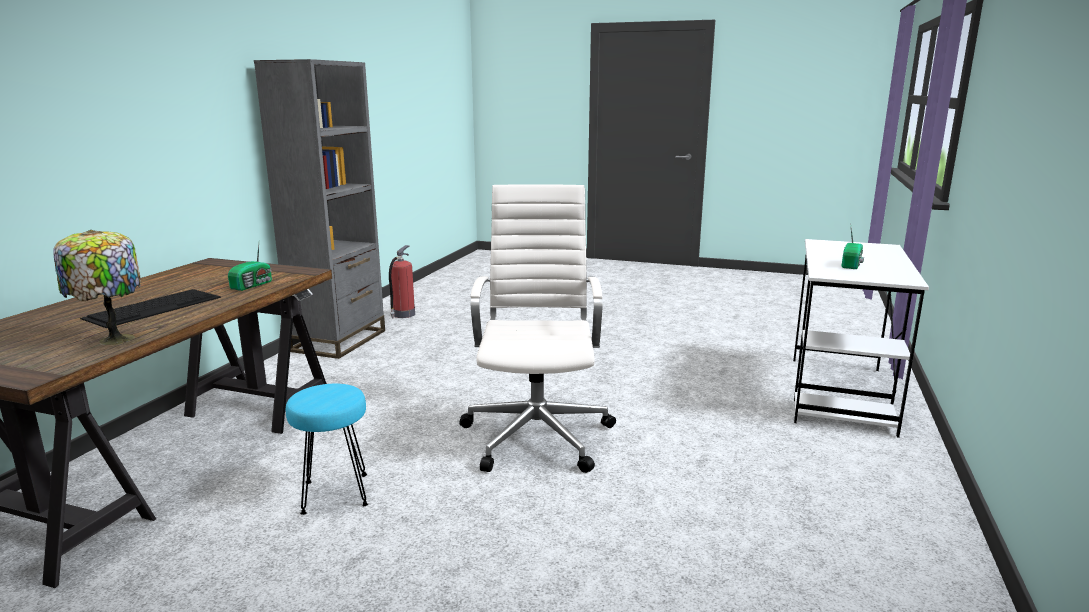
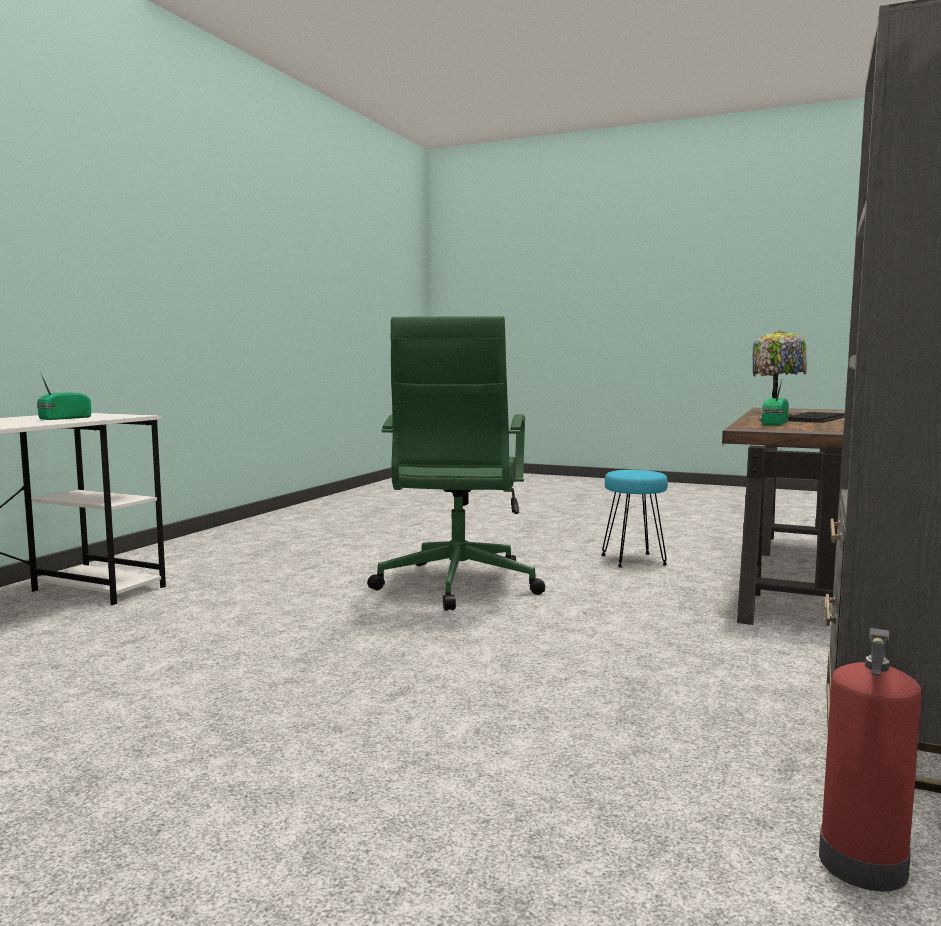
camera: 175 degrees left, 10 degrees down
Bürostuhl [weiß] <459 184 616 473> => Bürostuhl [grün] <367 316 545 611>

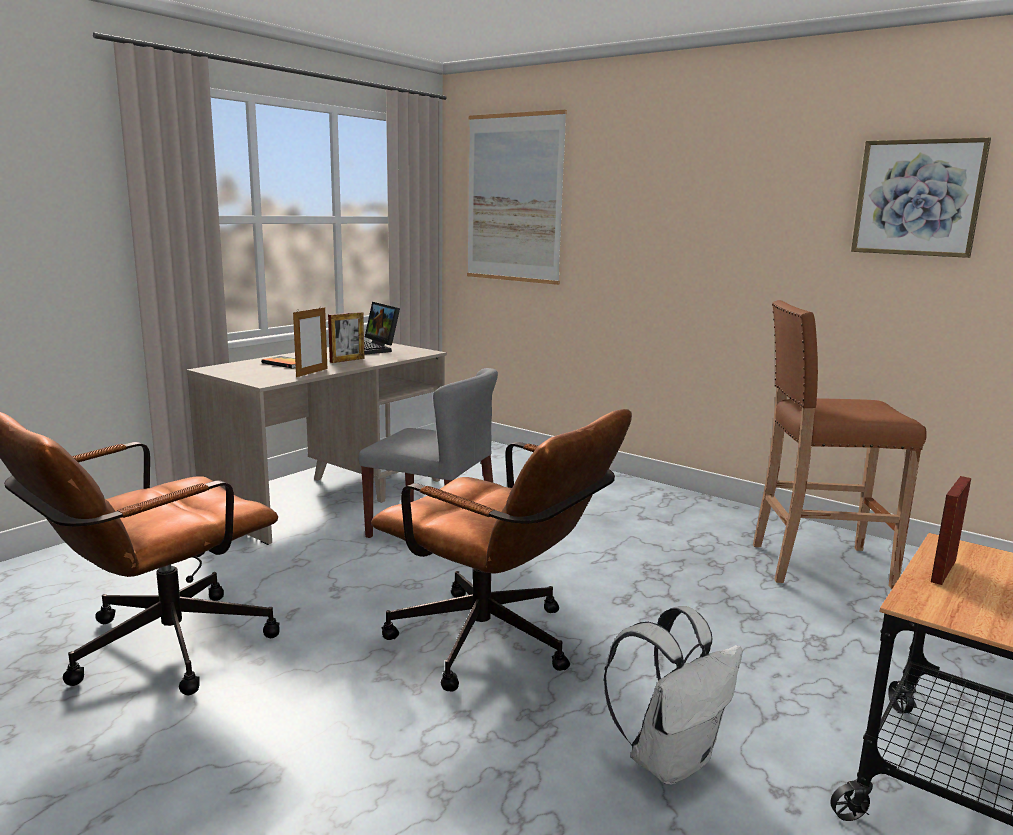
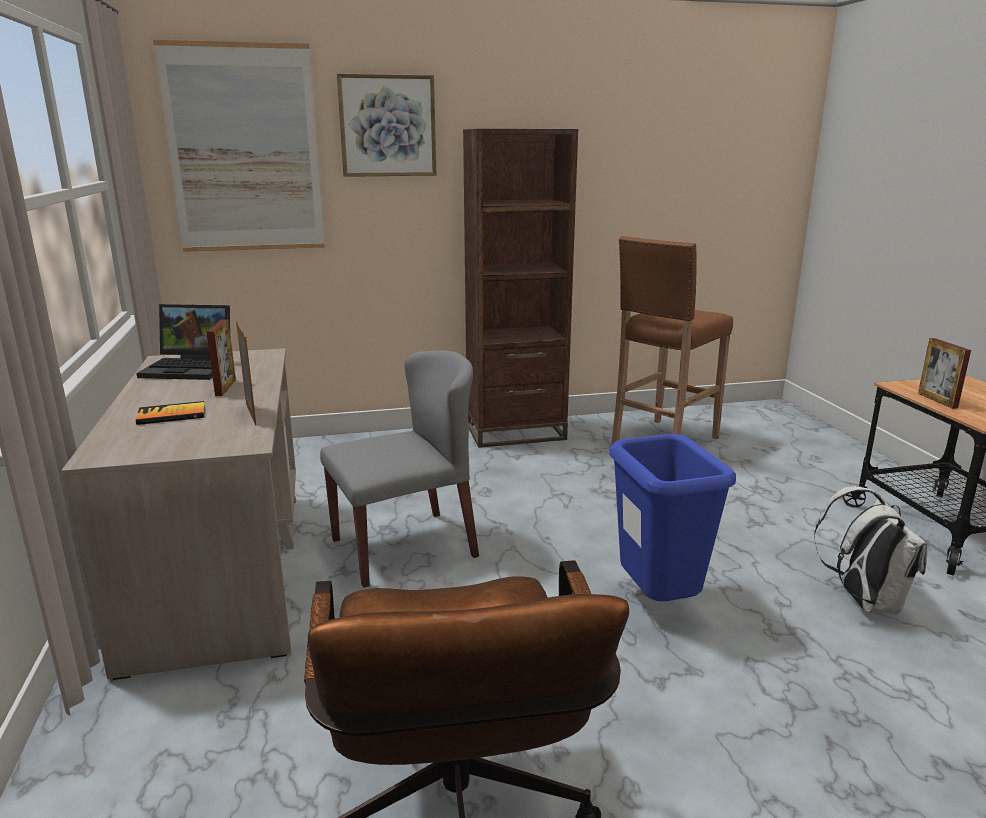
camera: 50 degrees left, 5 degrees up
Bild <851 137 991 258> => Bild <337 74 436 177>, relocated
Bürostuhl [braun] <371 409 632 692> => Mülleimer [blau] <609 434 736 601>
nothing => Bücherregal [braun] <463 129 578 448>

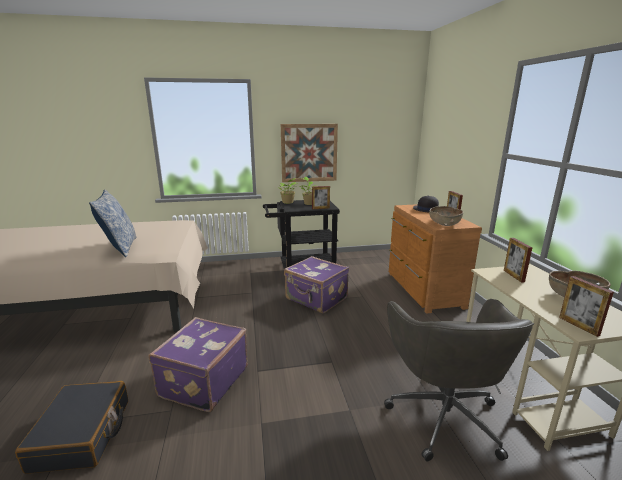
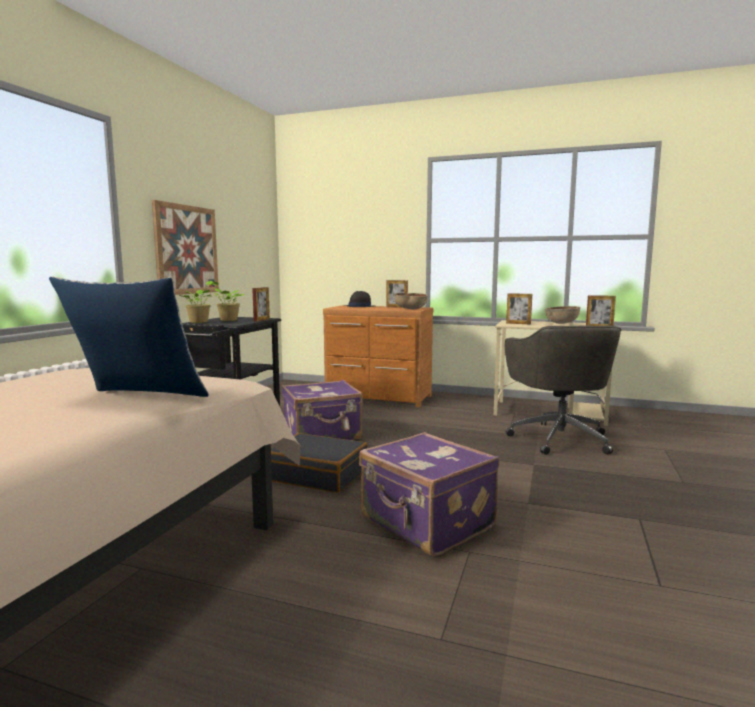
camera: 60 degrees left, 10 degrees down
Bürostuhl [grau] <384 299 534 461> => Bürostuhl [grau] <505 325 621 455>, 60 degrees clockwise
Koffer [schwarz] <15 381 128 474> => Koffer [schwarz] <271 433 368 493>, relocated

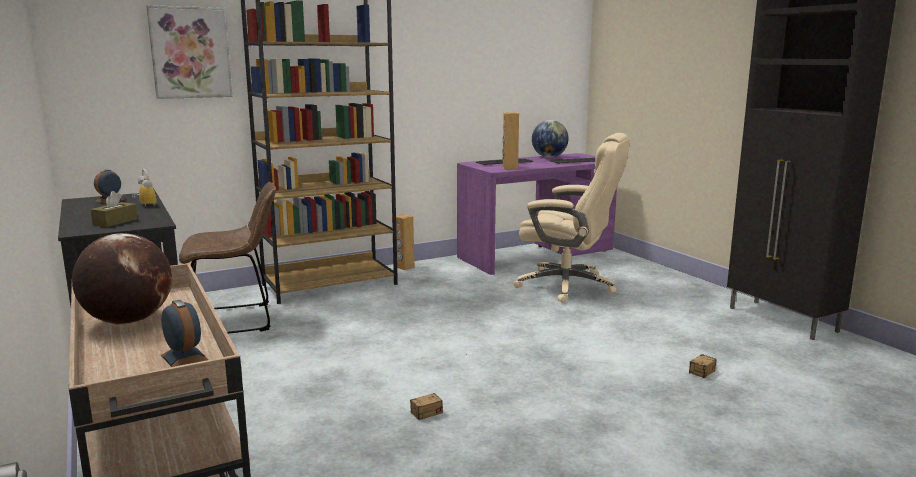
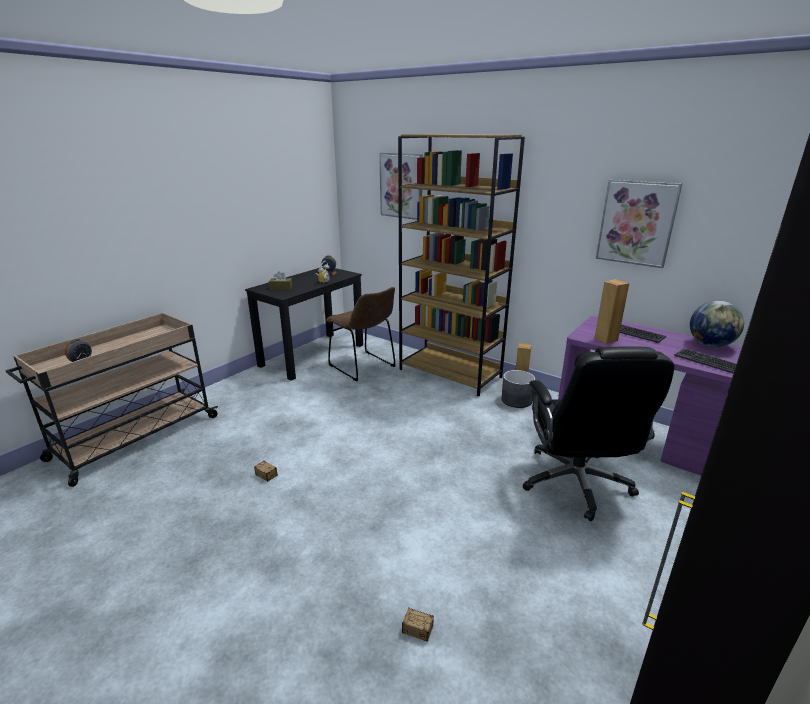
camera: 65 degrees right, 10 degrees up
Bürostuhl [beige] <513 133 630 303> => Bürostuhl [schwarz] <522 346 675 521>
Globus <72 233 172 325> => nothing
nothing => Bild <596 179 683 268>
nothing => Pflanzkübel [grau] <501 370 535 408>

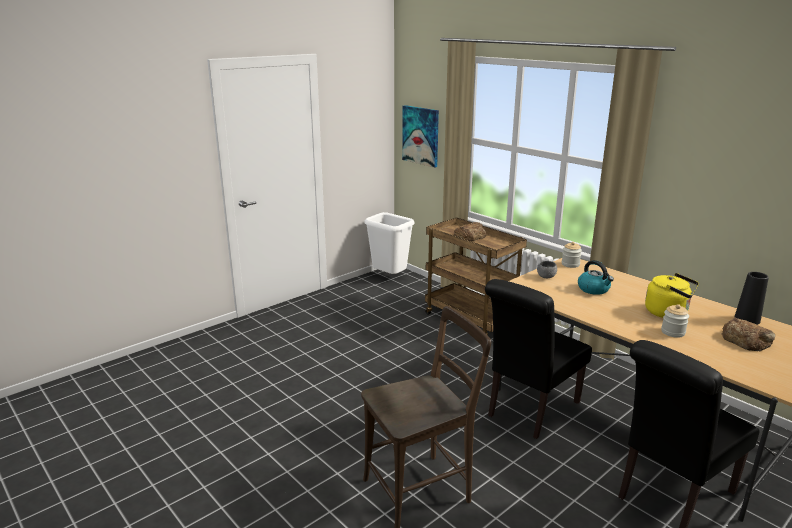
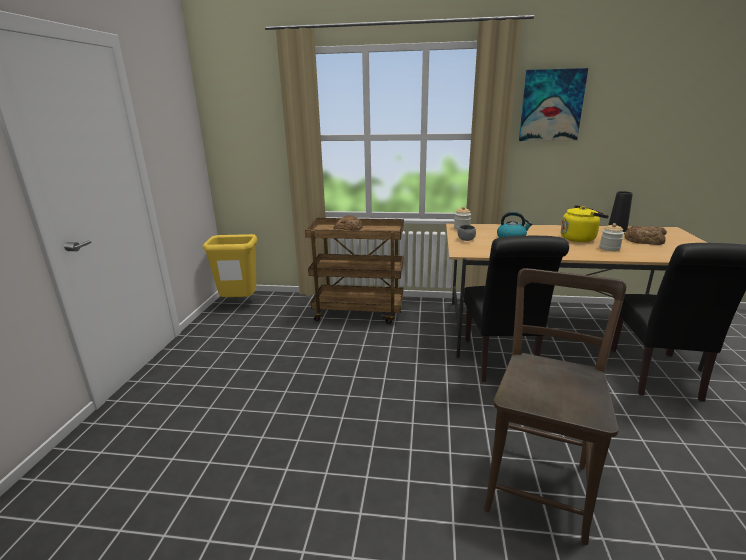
camera: 40 degrees left, 0 degrees up
Bild <402 105 439 168> => Bild <519 68 588 141>, relocated
Mülleimer [weiß] <365 212 414 274> => Mülleimer [gelb] <203 234 257 297>

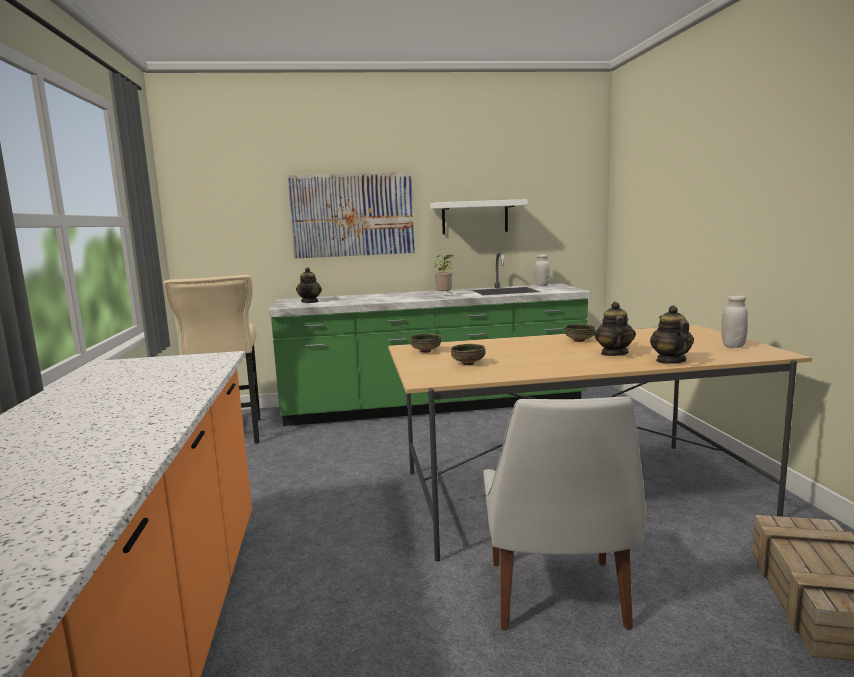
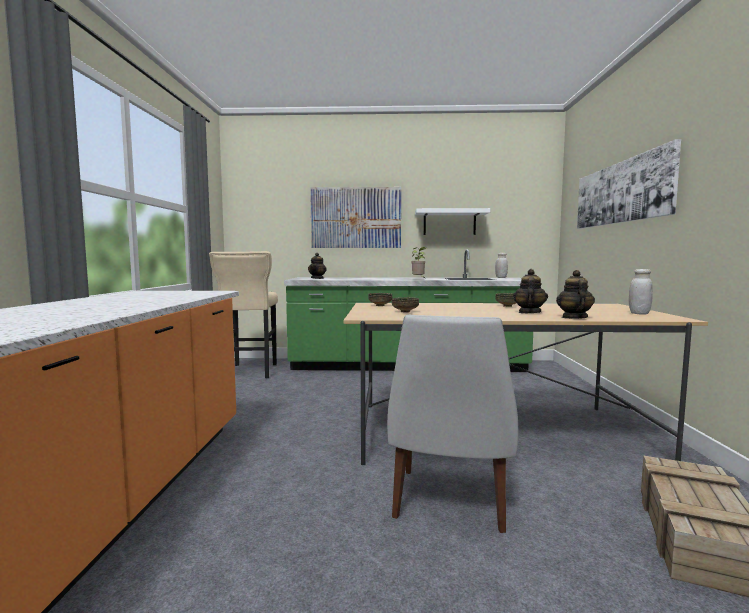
camera: 10 degrees right, 5 degrees down
nothing => Bild <577 139 681 229>

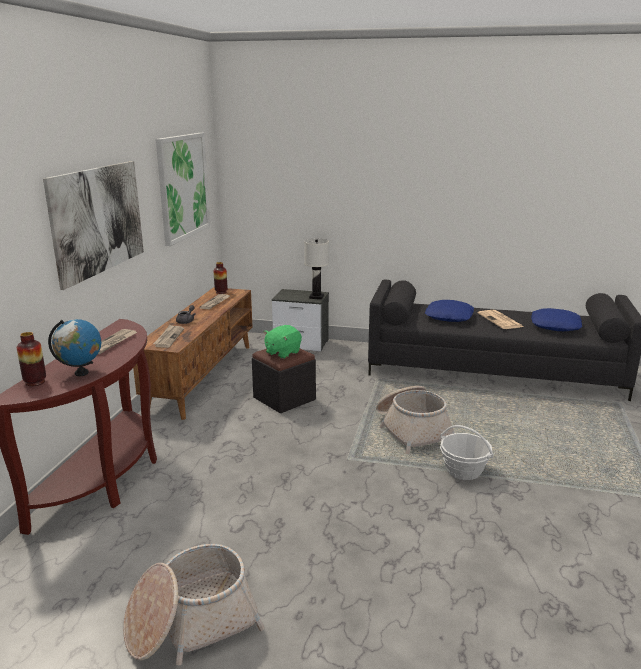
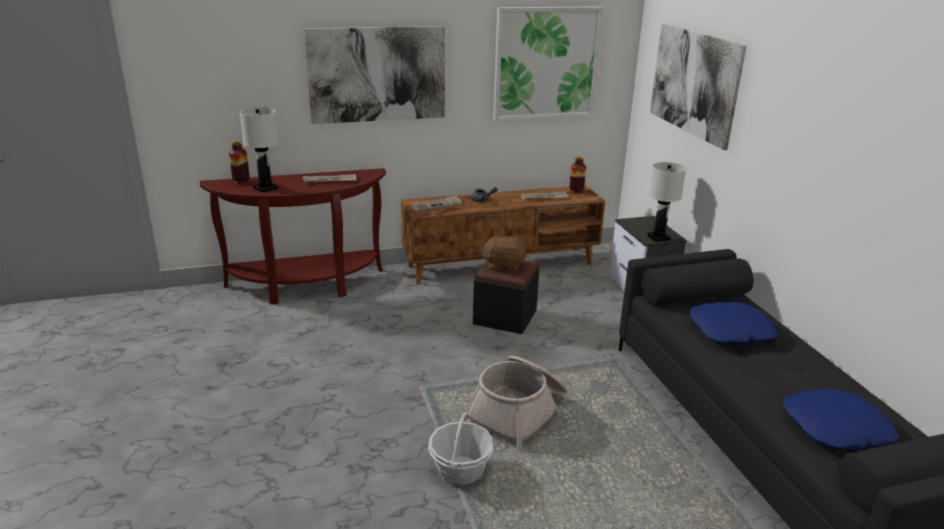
camera: 60 degrees right, 5 degrees up
Zeitung <478 310 523 329> => nothing
Globus <48 319 101 376> => Tischlampe [weiß] <240 107 278 193>
Plüschtier [grün] <264 325 302 359> => Plüschtier [braun] <480 234 527 273>
Korb <123 544 265 665> => nothing
nothing => Bild <650 23 747 150>

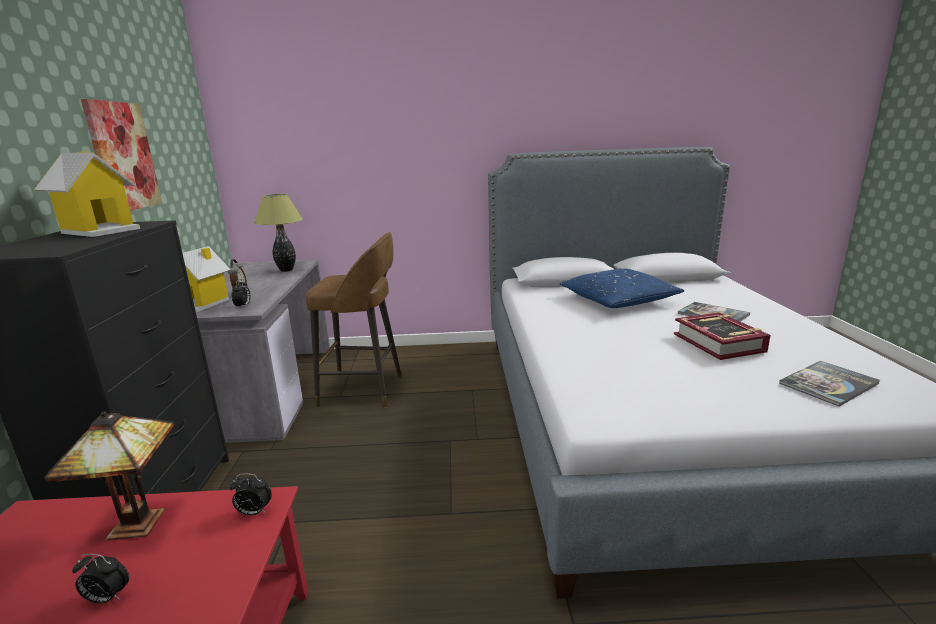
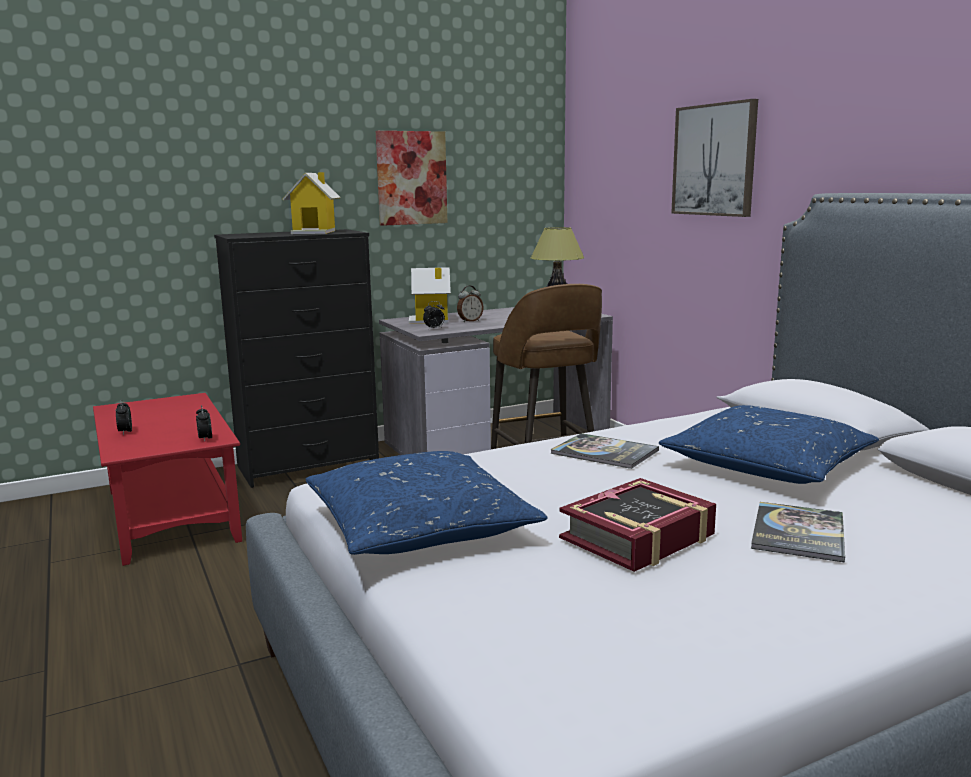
camera: 65 degrees right, 5 degrees down
Buch <779 361 880 407> => Buch <551 433 659 469>, relocated
Tischlampe <44 412 174 540> => nothing
nothing => Bild <671 99 758 217>
nothing => Kissen [blau] <306 451 548 555>

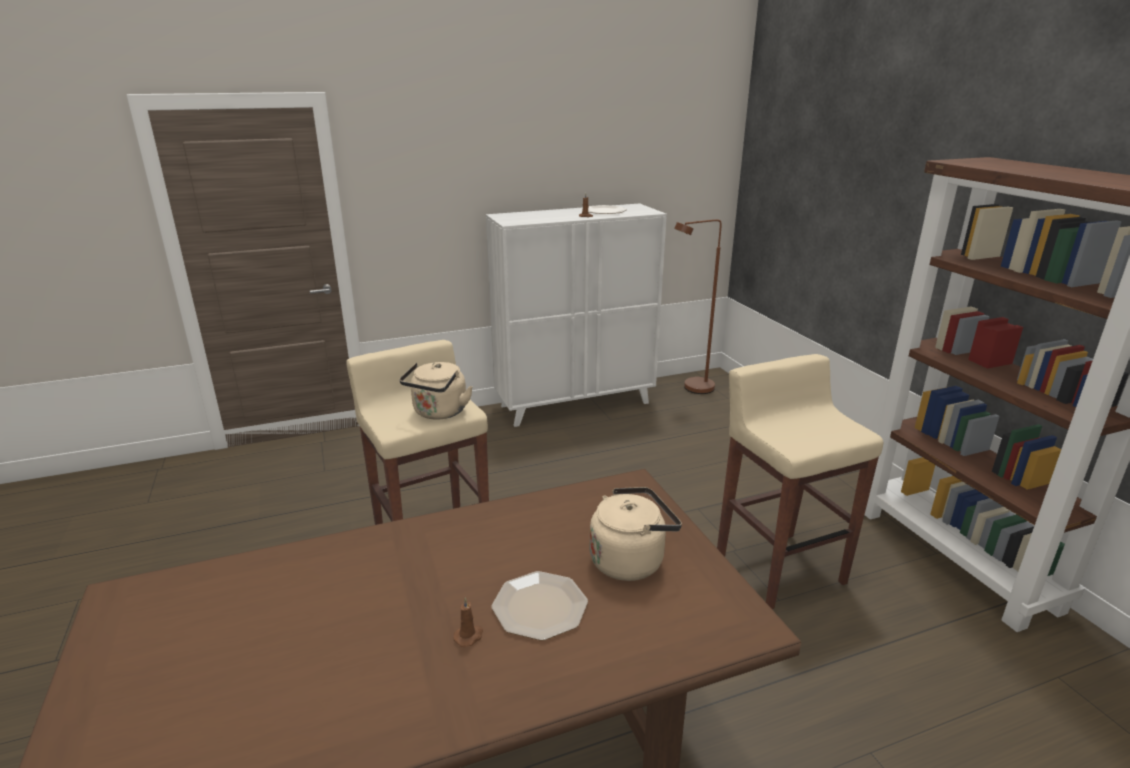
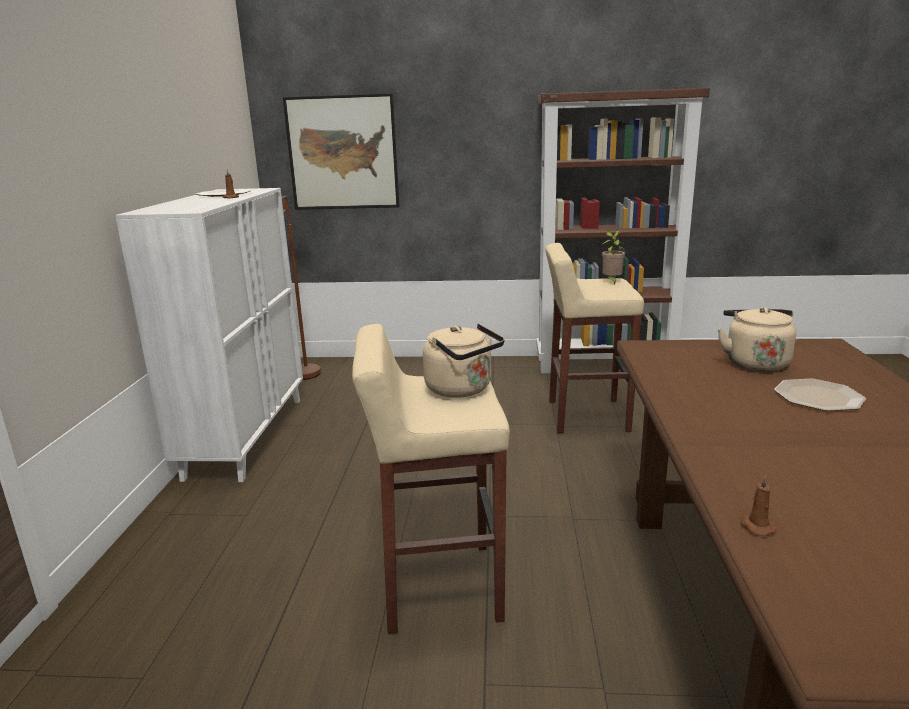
camera: 65 degrees left, 5 degrees down
Kerze [braun] <454 597 483 647> => Kerze [braun] <741 475 777 536>, relocated
nothing => Bild <283 94 400 210>
nothing => Topfpflanze <602 231 626 285>

